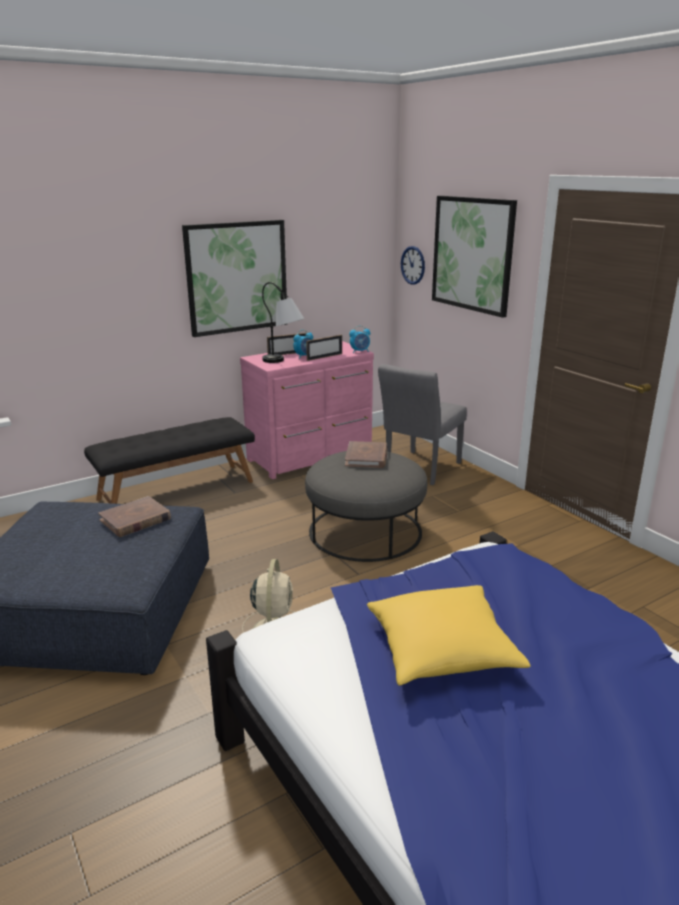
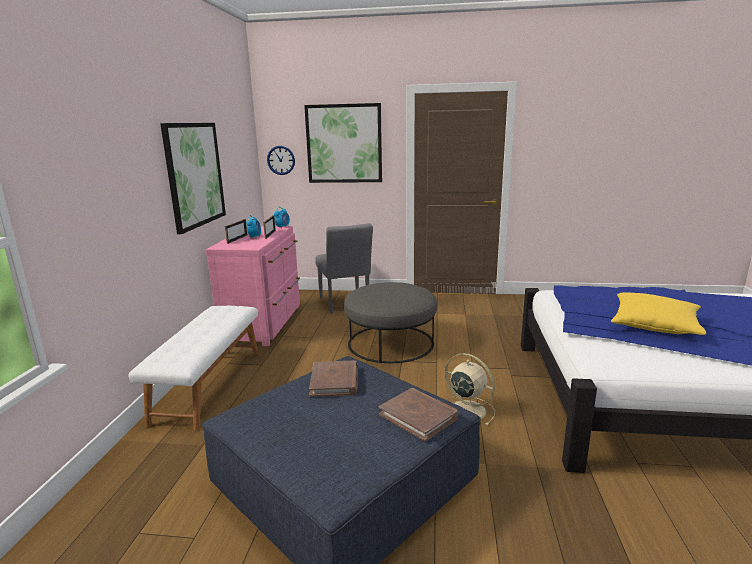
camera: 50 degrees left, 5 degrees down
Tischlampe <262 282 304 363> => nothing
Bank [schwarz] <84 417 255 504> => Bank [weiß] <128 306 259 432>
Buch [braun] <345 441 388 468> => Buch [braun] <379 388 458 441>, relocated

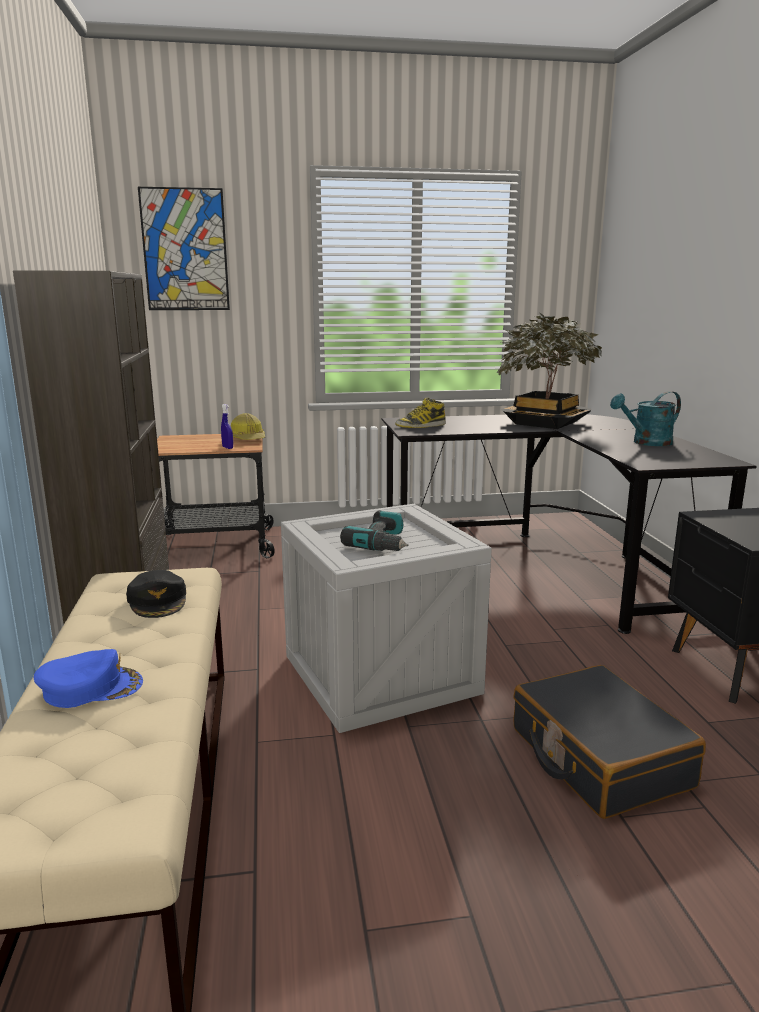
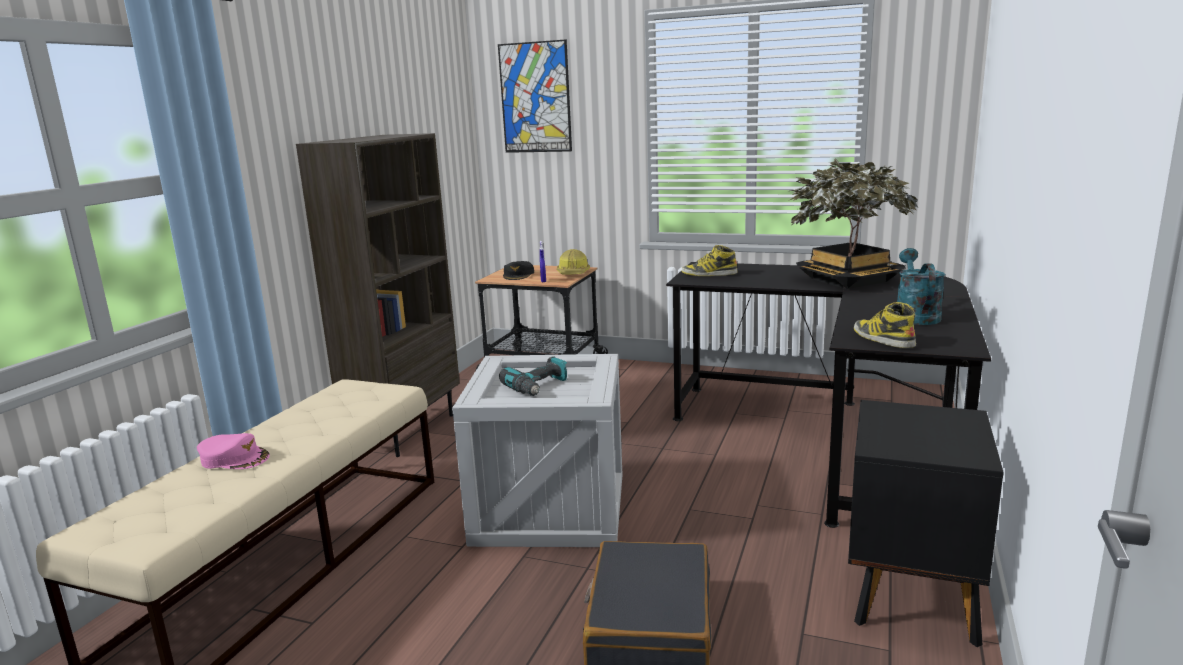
camera: 30 degrees right, 0 degrees up
Gießkanne [türkis] <610 391 681 446> => Gießkanne [türkis] <897 248 945 325>, 90 degrees clockwise
Kappe [schwarz] <126 570 186 618> => Kappe [schwarz] <503 261 534 280>, relocated
Kappe [blau] <34 649 143 708> => Kappe [rosa] <197 433 270 469>
nothing => Stiefel <854 302 916 348>

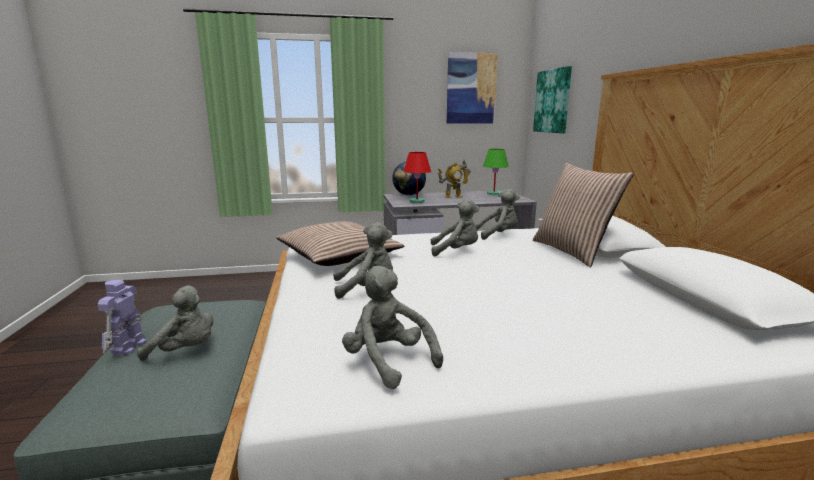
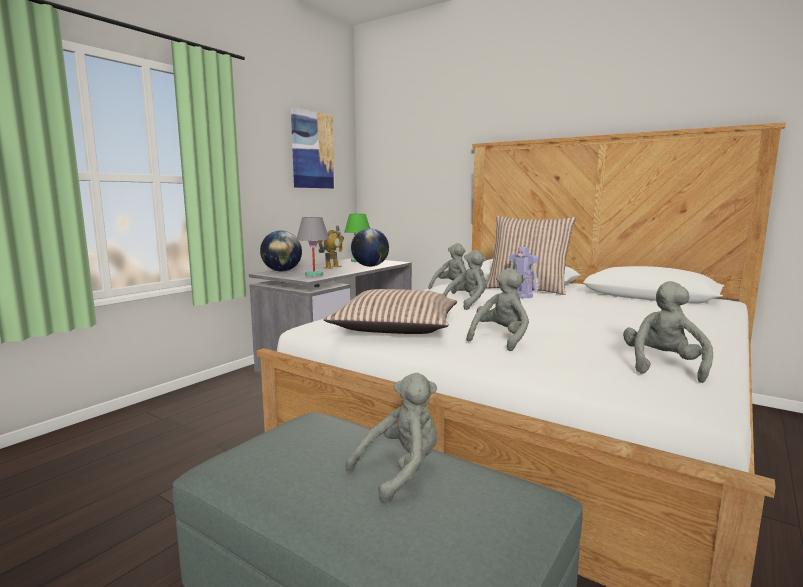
camera: 45 degrees left, 5 degrees down
Bild <533 66 572 133> => nothing
Tischlampe [rot] <403 152 431 203> => Tischlampe [grau] <296 217 329 276>
Plüschtier [grau] <342 266 443 389> => Plüschtier [grau] <623 281 713 383>, 105 degrees clockwise
Spielzeugroboter <98 280 146 356> => Spielzeugroboter <509 247 539 298>, relocated
nothing => Globus <351 228 389 267>

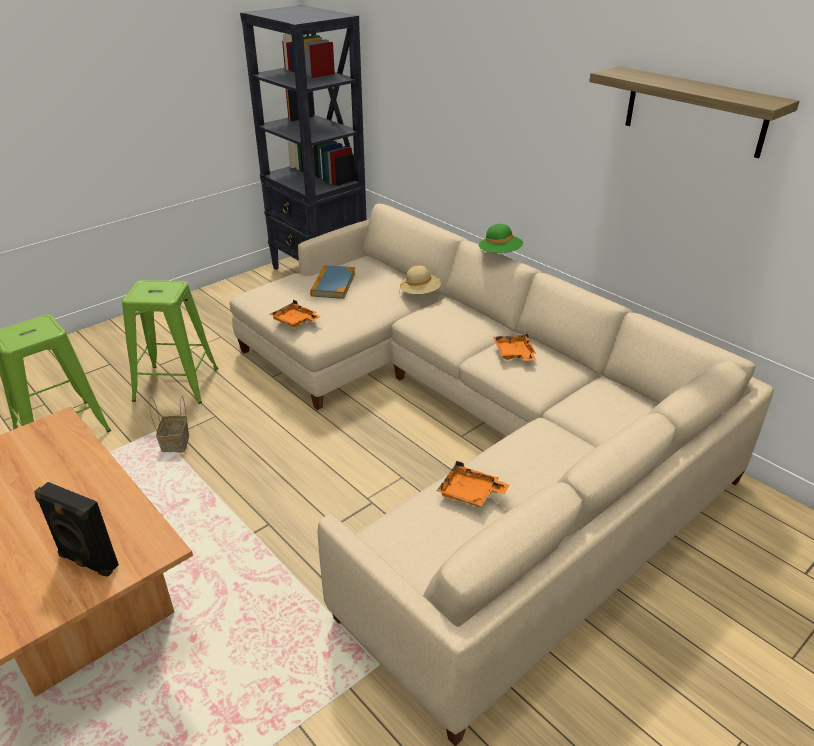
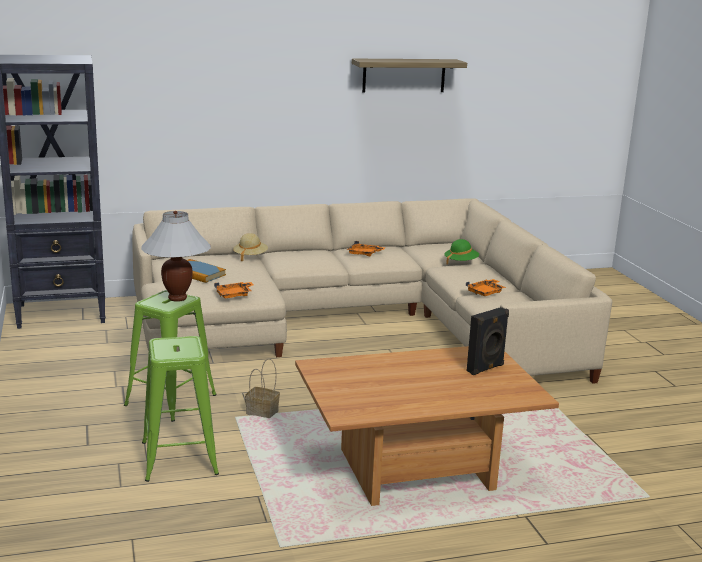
camera: 65 degrees left, 15 degrees down
Hut [grün] <479 224 523 253> => Hut [grün] <444 239 479 265>, relocated
nothing => Tischlampe [weiß] <141 211 211 302>

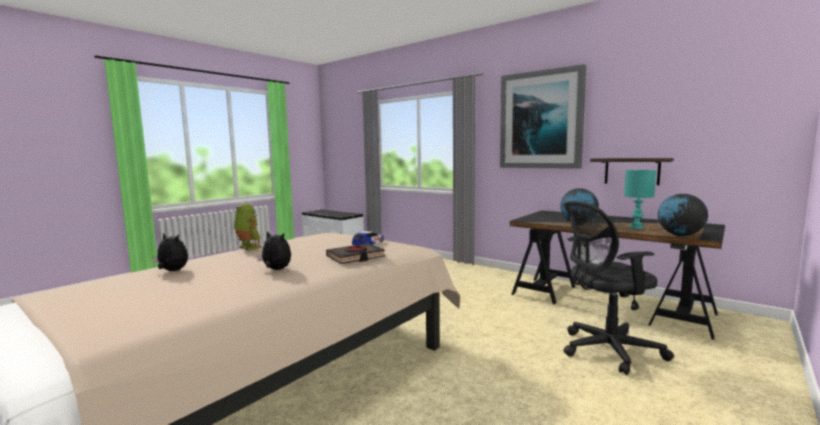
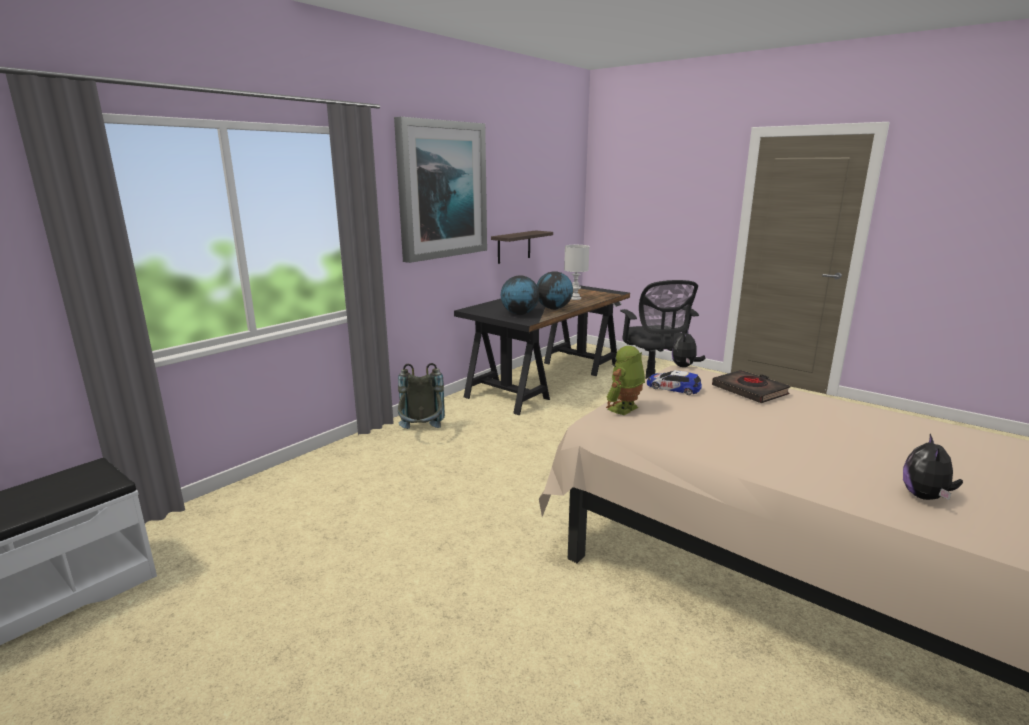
camera: 90 degrees left, 10 degrees up
Tischlampe [türkis] <624 170 656 229> => Tischlampe [weiß] <564 245 590 300>
Globus <658 194 708 236> => Globus <501 275 539 315>, relocated
Spielzeugroboter <234 203 262 250> => Spielzeugroboter <606 346 645 415>, relocated
Plüschtier <257 231 291 270> => Plüschtier <672 329 705 367>, relocated
nothing => Rucksack [grau] <398 363 445 429>

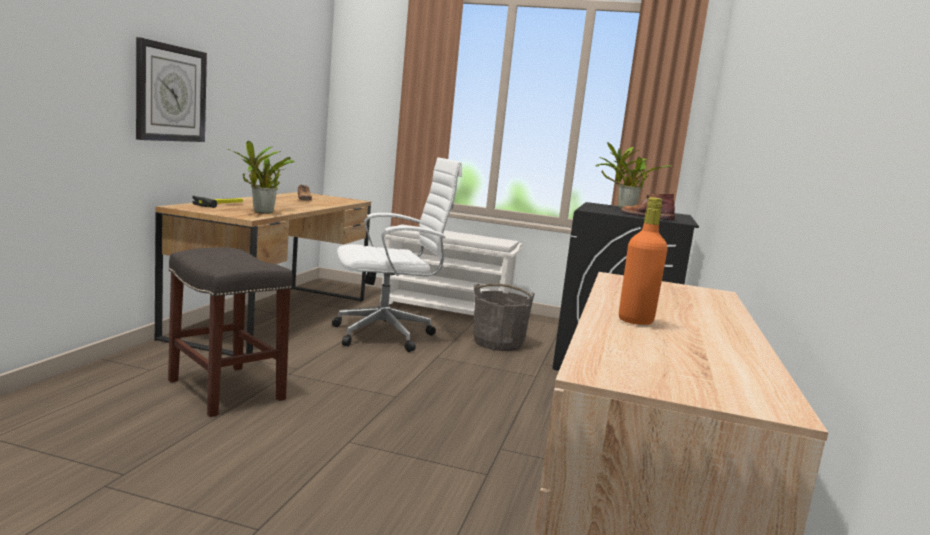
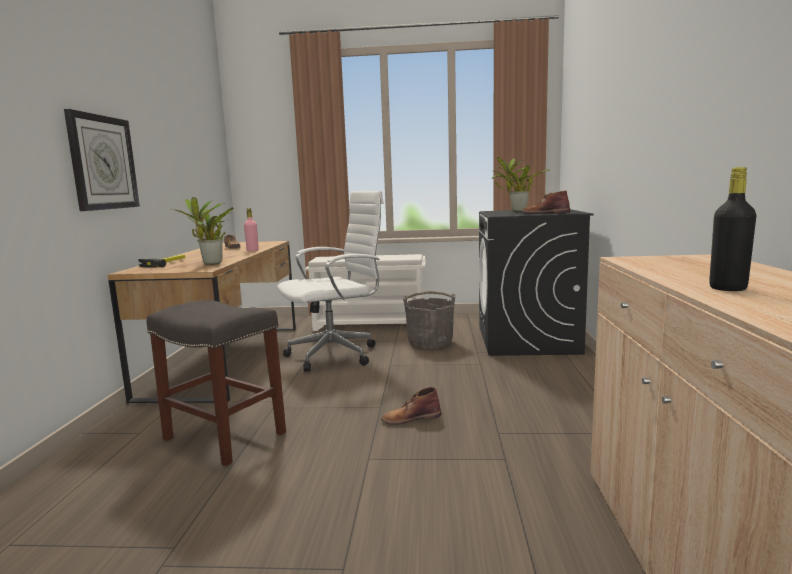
camera: 10 degrees left, 0 degrees up
Flasche [orange] <619 197 668 325> => Flasche [schwarz] <709 167 756 291>
nothing => Flasche [rosa] <244 208 259 252>
nothing => Stiefel [braun] <381 387 441 425>

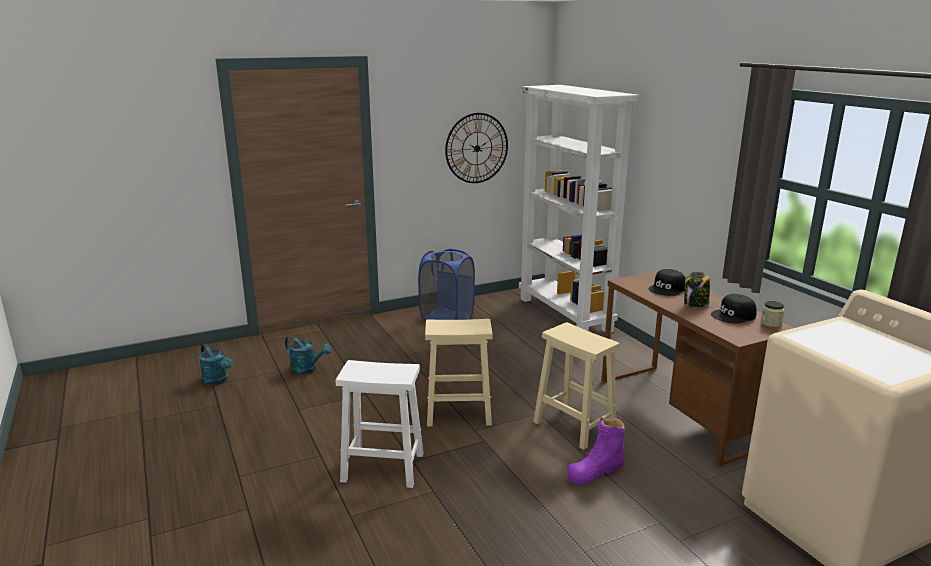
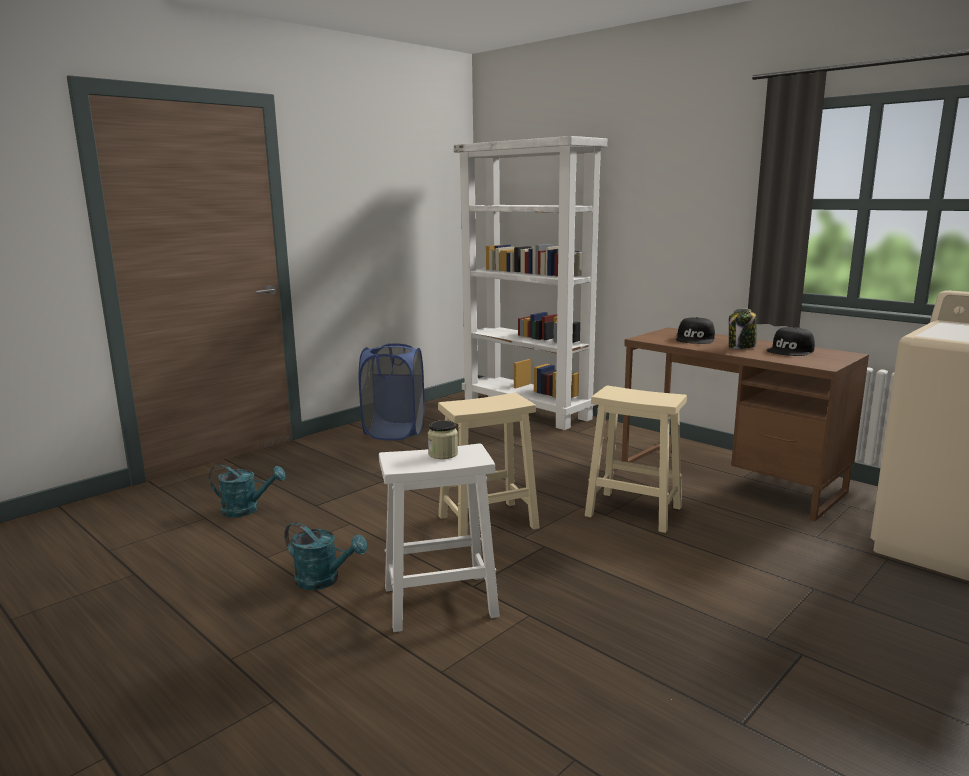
camera: 20 degrees left, 5 degrees down
Wanduhr <445 113 508 183> => nothing
Vorratsglas <761 301 784 327> => Vorratsglas <428 421 458 459>, relocated
Gießkanne [türkis] <199 344 232 385> => Gießkanne [türkis] <284 522 368 590>, relocated
Stiefel [lila] <567 417 625 485> => nothing

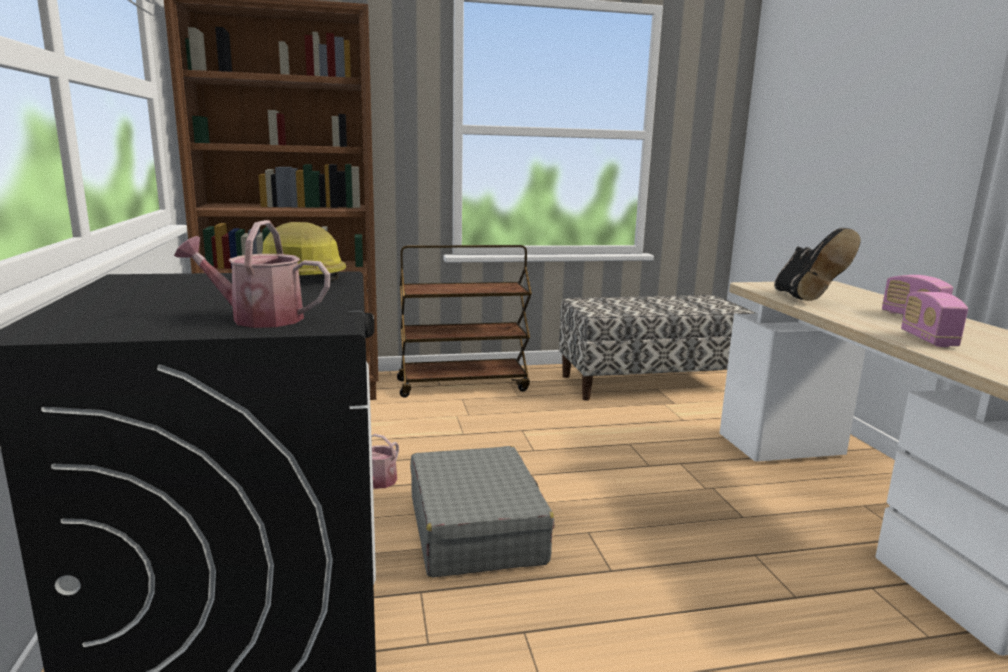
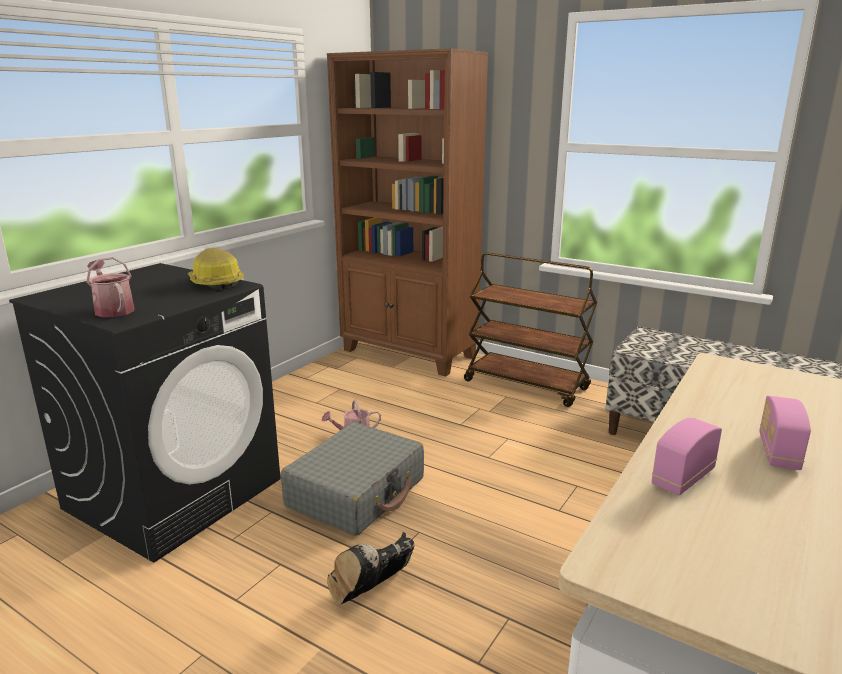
camera: 45 degrees right, 5 degrees up
Stiefel [schwarz] <774 228 861 301> => Stiefel [schwarz] <328 532 415 605>, relocated

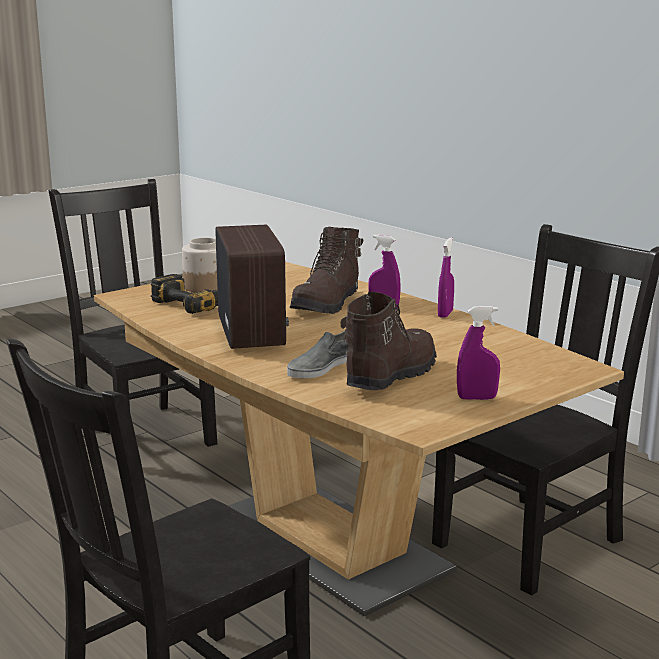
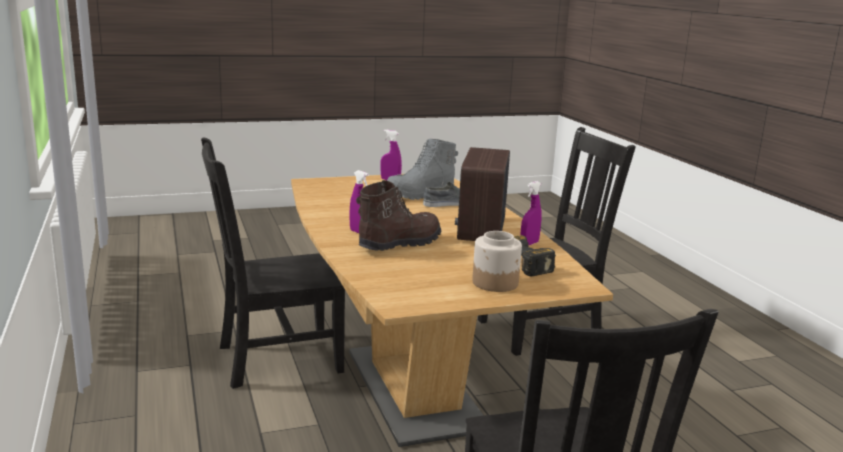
camera: 160 degrees left, 0 degrees up
Sprühflasche [lila] <438 237 454 318> => Sprühflasche [lila] <520 181 542 245>, relocated
Stiefel [braun] <340 292 437 390> => Stiefel [grau] <387 139 458 200>

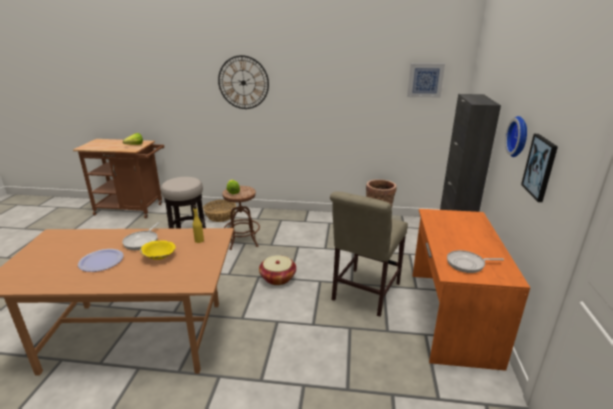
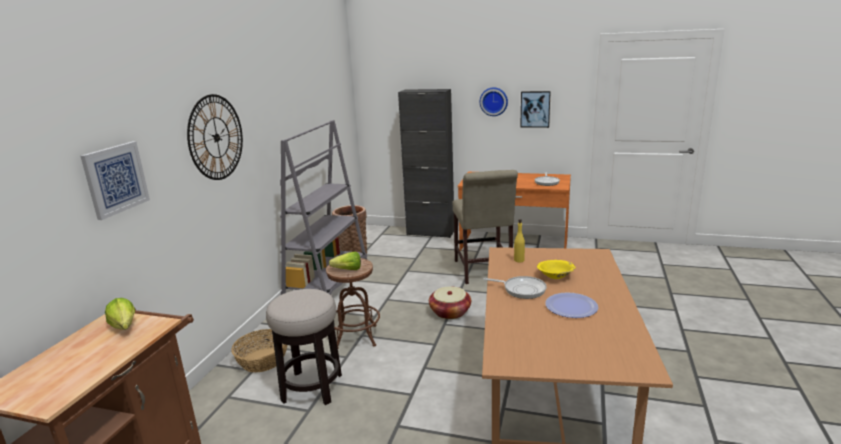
camera: 80 degrees left, 5 degrees down
Bild <407 63 445 98> => Bild <80 141 150 220>, relocated
Stuhl [beige] <330 191 408 317> => Stuhl [beige] <452 170 518 284>, 45 degrees clockwise
nothing => Bücherregal [grau] <280 120 367 295>

